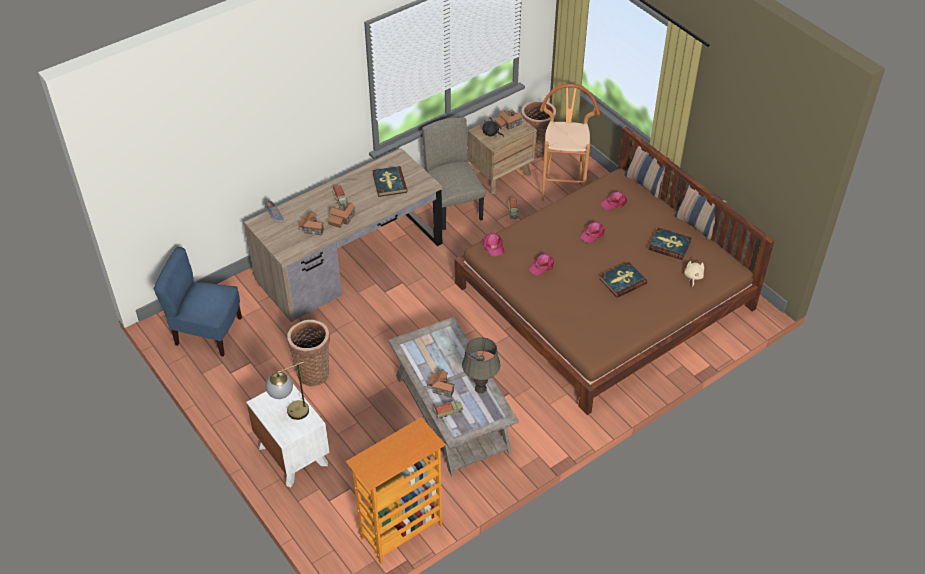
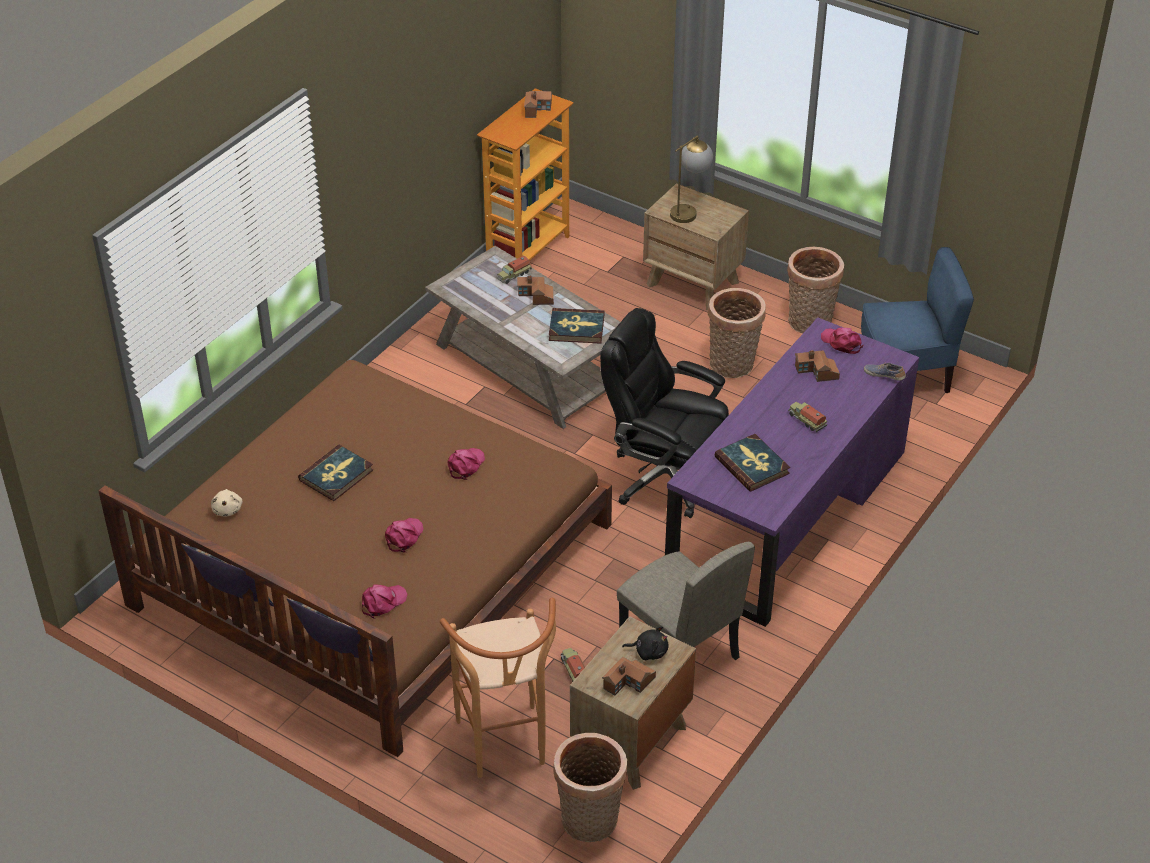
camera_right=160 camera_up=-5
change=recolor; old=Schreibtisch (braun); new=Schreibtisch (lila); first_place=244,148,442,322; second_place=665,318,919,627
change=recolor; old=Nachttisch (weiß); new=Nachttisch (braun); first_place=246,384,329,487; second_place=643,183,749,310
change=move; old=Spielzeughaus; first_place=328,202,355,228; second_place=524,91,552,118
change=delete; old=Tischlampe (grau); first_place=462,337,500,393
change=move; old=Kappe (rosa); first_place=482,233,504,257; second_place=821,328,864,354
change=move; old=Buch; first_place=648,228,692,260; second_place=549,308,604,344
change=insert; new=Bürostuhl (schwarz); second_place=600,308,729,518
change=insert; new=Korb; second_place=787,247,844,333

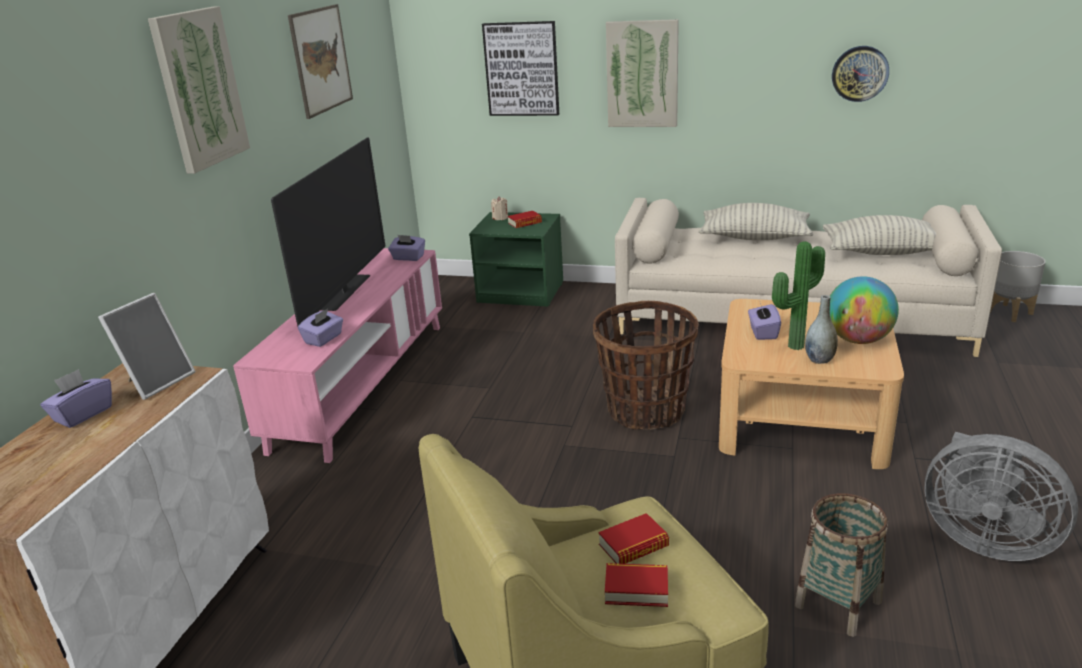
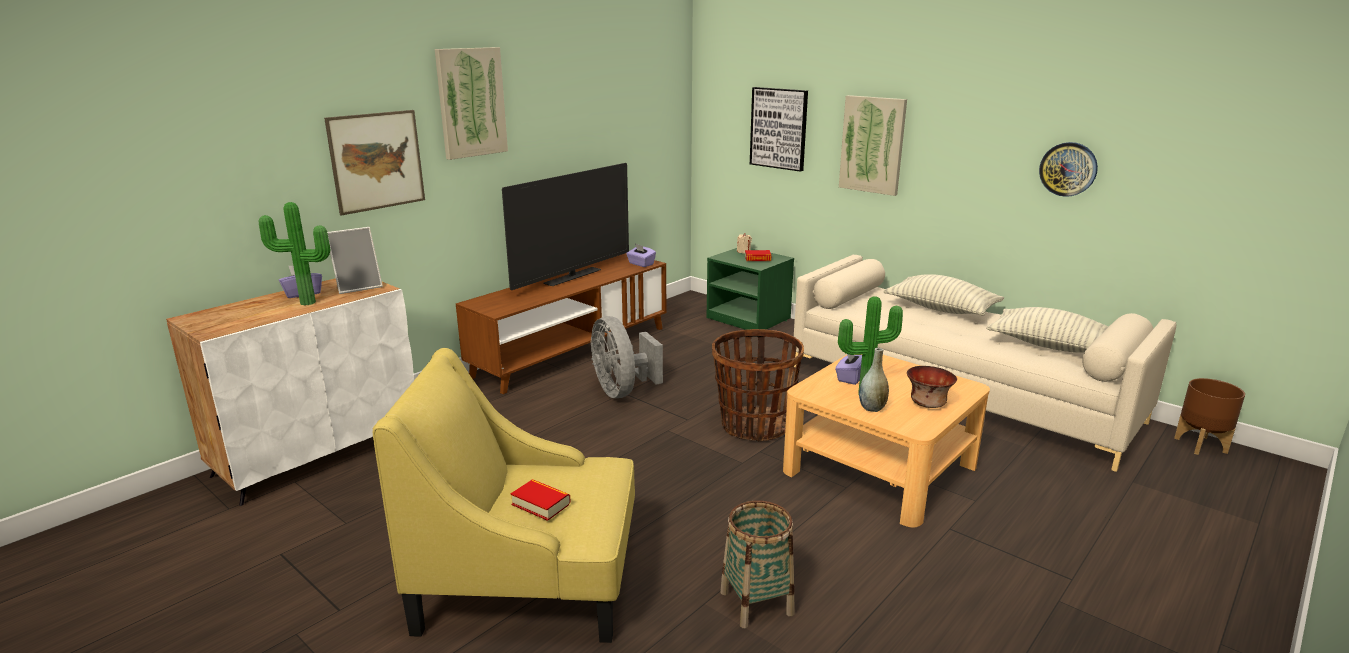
camera_right=25 camera_up=-5
change=recolor; old=Fernsehschrank (rosa); new=Fernsehschrank (braun); first_place=233,248,442,463; second_place=456,253,666,394
change=move; old=Bild; first_place=288,4,353,119; second_place=324,110,425,216
change=delete; old=Taschentuchbox (lila); first_place=298,309,343,347
change=delete; old=Buch; first_place=598,513,669,564
change=replace; old=Globus; new=Schüssel; first_place=830,276,899,344; second_place=907,366,957,408
change=move; old=Ventilator (grau); first_place=924,432,1078,561; second_place=591,316,663,398
change=recolor; old=Pflanzkübel (grau); new=Pflanzkübel (braun); first_place=990,251,1046,322; second_place=1174,378,1245,455
change=insert; new=Topfpflanze; second_place=259,202,330,305

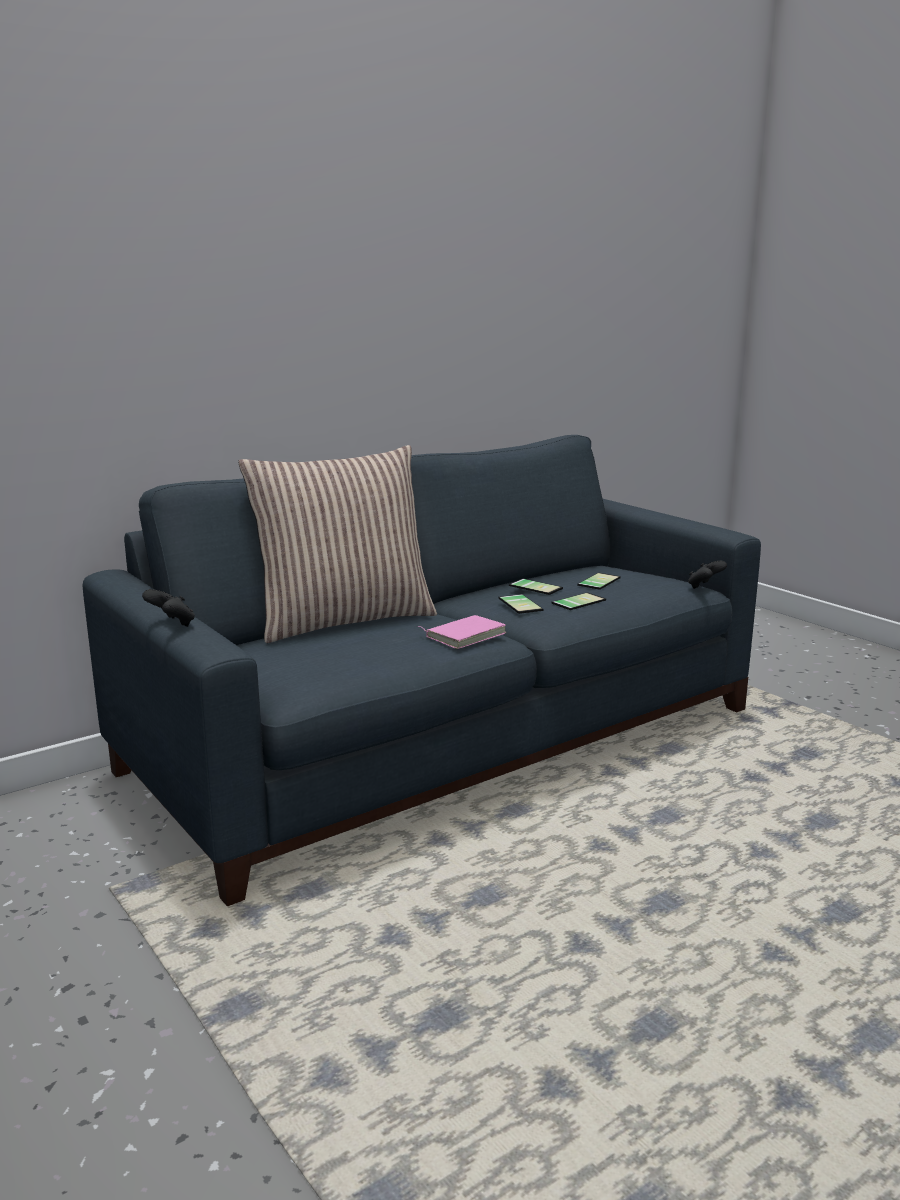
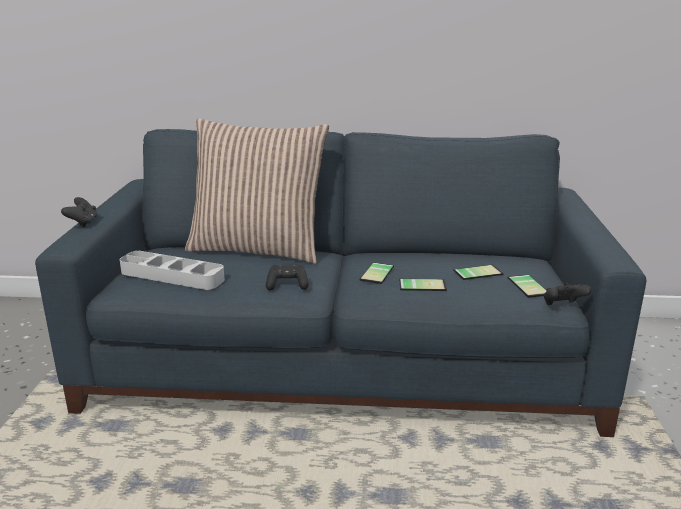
camera_right=40 camera_up=5
change=replace; old=Buch (rosa); new=Gamepad (schwarz); first_place=418,615,506,649; second_place=266,264,309,291
change=move; old=Handy; first_place=509,579,563,595; second_place=508,275,547,298
change=insert; new=Tablett (grau); second_place=120,251,225,290

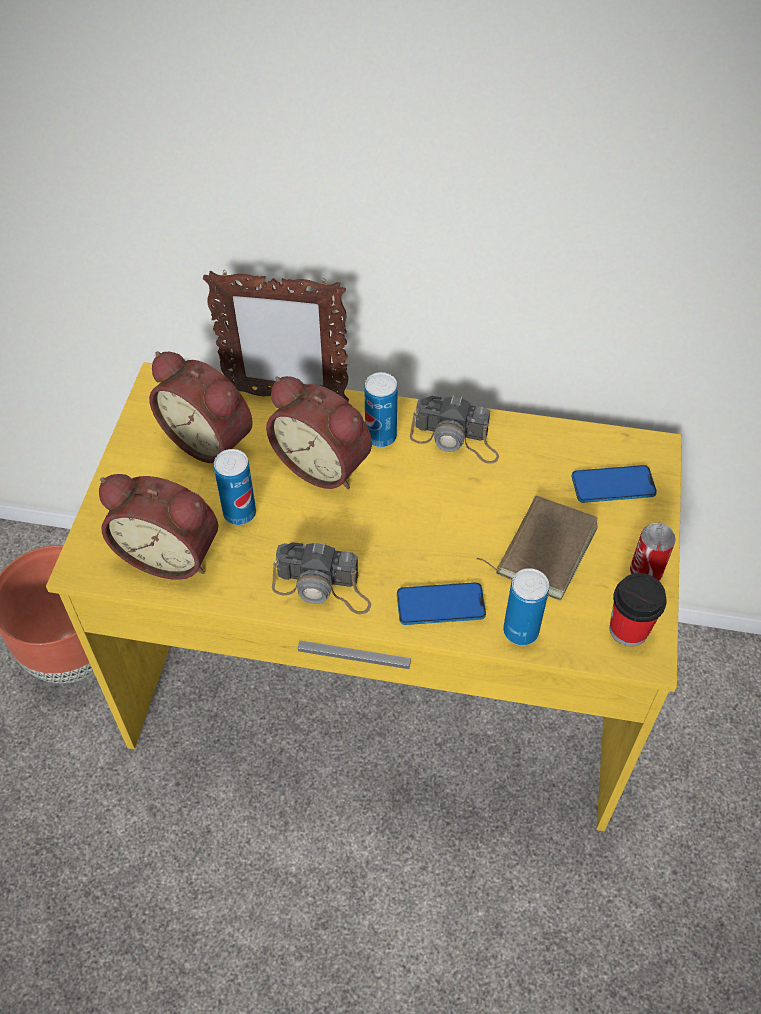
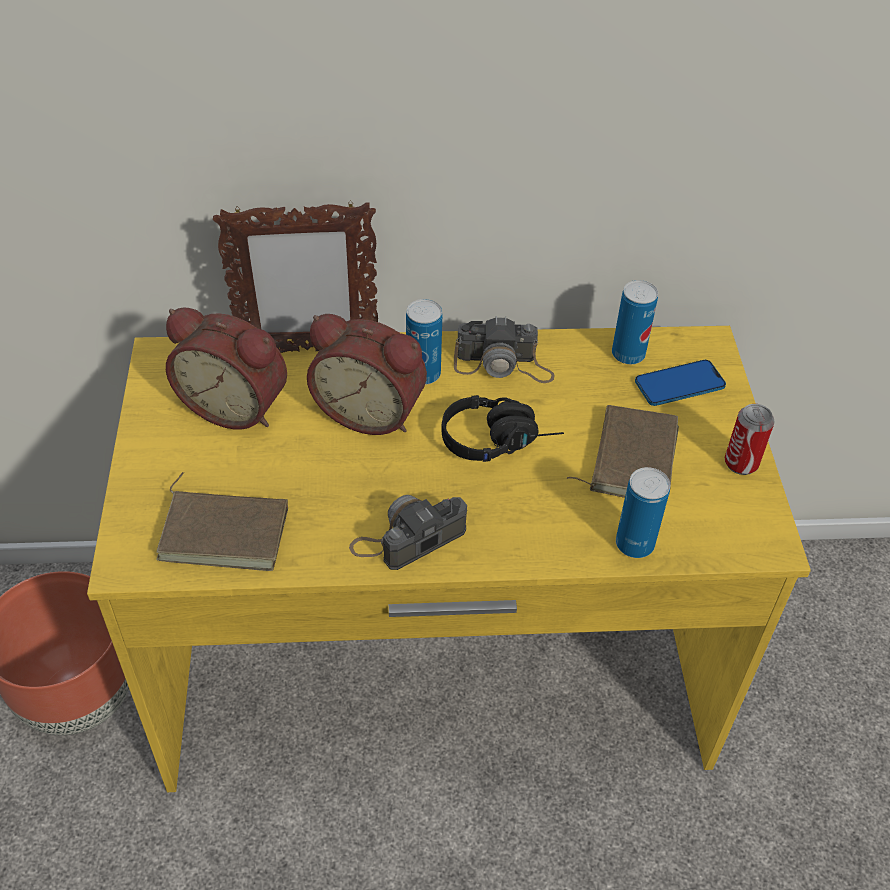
camera_right=-15 camera_up=-5
change=replace; old=Wecker; new=Buch (braun); first_place=99,474,218,580; second_place=156,472,288,571
change=move; old=Dose; first_place=214,449,256,525; second_place=612,280,658,364
change=rotate; old=Kamera; first_place=272,542,371,614; second_place=349,495,467,570; degrees=150
change=delete; old=Handy; first_place=397,582,486,625
change=delete; old=Tasse; first_place=610,573,667,647
change=insert; new=Kopfhörer (schwarz); second_place=442,395,564,462

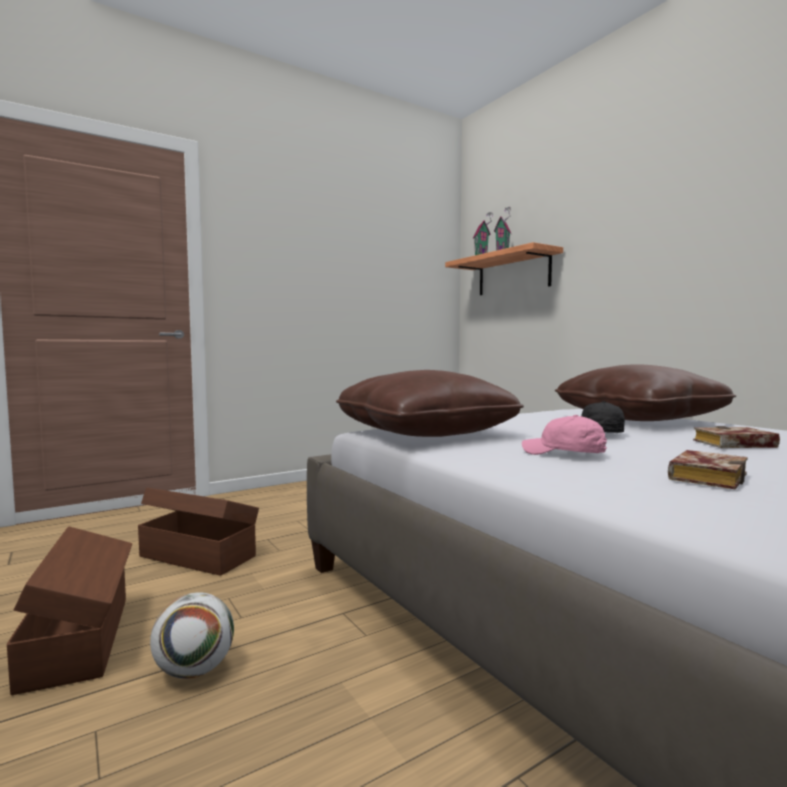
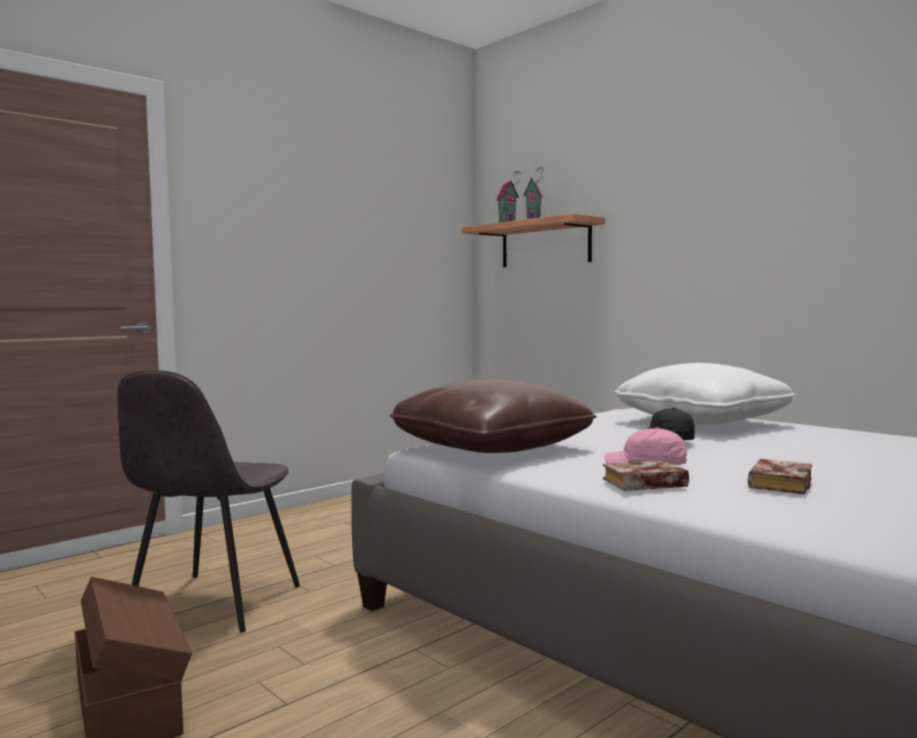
camera_right=-10 camera_up=0
change=replace; old=Aufbewahrungsbox (braun); new=Stuhl (grau); first_place=138,488,259,576; second_place=117,370,300,633
change=delete; old=Fußball; first_place=150,592,234,679
change=recolor; old=Kissen (braun); new=Kissen (weiß); first_place=555,364,736,421; second_place=614,363,795,425
change=move; old=Buch; first_place=693,426,780,448; second_place=603,460,689,491

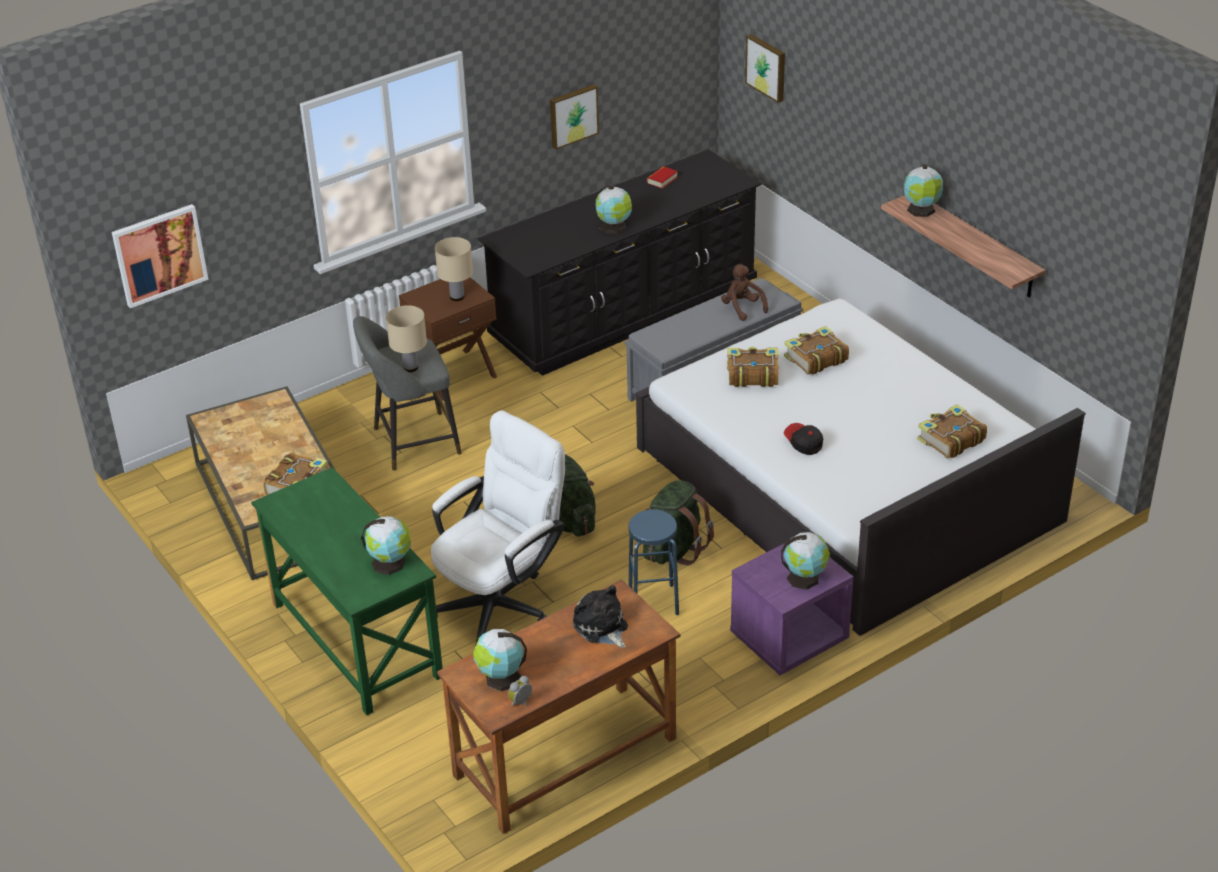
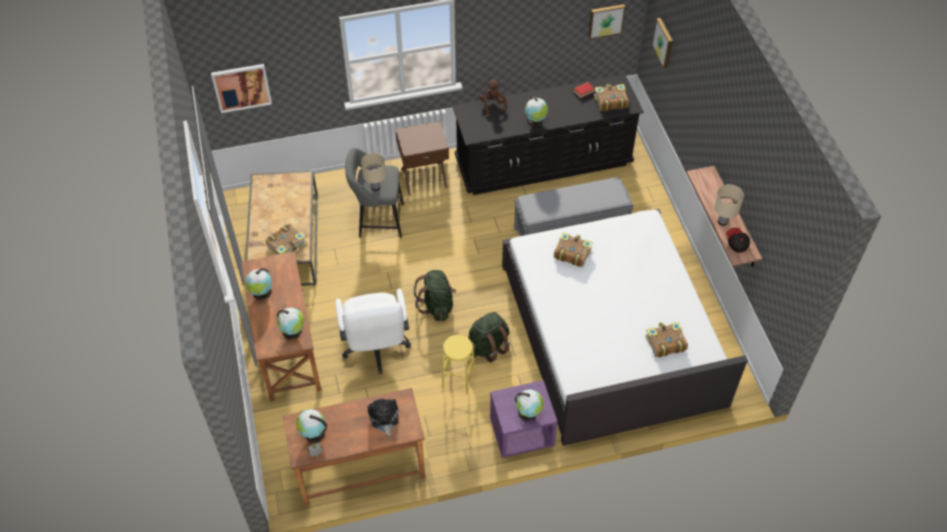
camera_right=20 camera_up=15
change=recolor; old=Schreibtisch (grün); new=Schreibtisch (braun); first_place=251,467,443,715; second_place=241,251,321,401
change=rotate; old=Bürostuhl (weiß); first_place=431,410,565,647; second_place=335,289,411,374; degrees=105
change=move; old=Tischlampe (beige); first_place=435,237,473,301; second_place=714,184,744,226
change=move; old=Bild; first_place=550,84,599,149; second_place=588,4,626,39
change=recolor; old=Hocker (blau); new=Hocker (gelb); first_place=628,510,679,616; second_place=442,335,475,394
change=move; old=Plüschtier (braun); first_place=721,264,768,321; second_place=480,79,507,115
change=move; old=Buch; first_place=784,326,849,375; second_place=594,84,629,111
change=move; old=Kappe; first_place=784,423,823,455; second_place=726,228,750,253
change=move; old=Globus; first_place=904,164,943,217; second_place=245,268,272,300

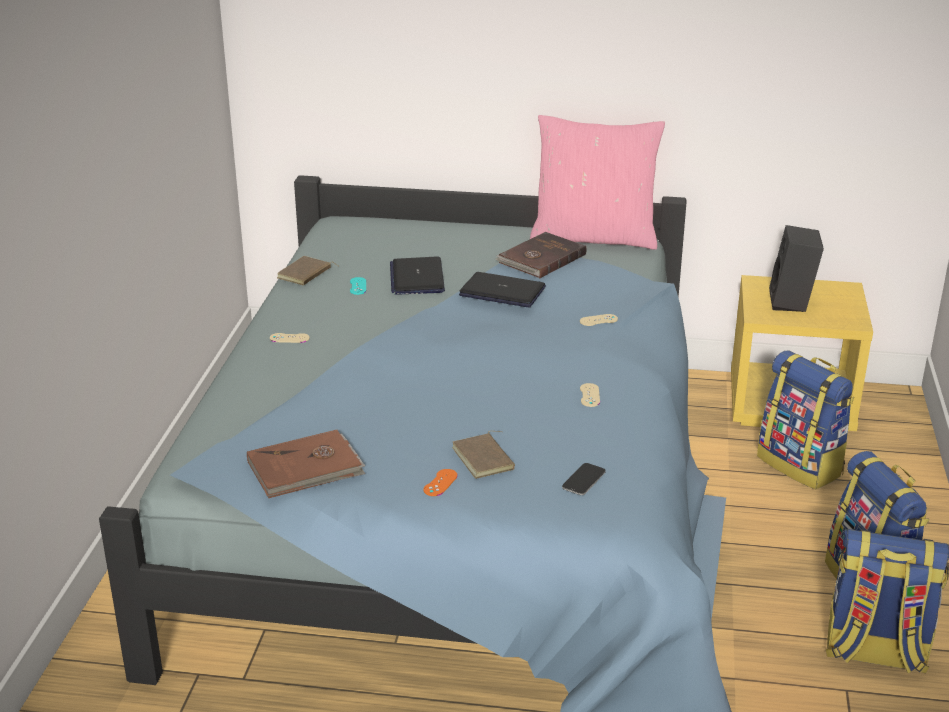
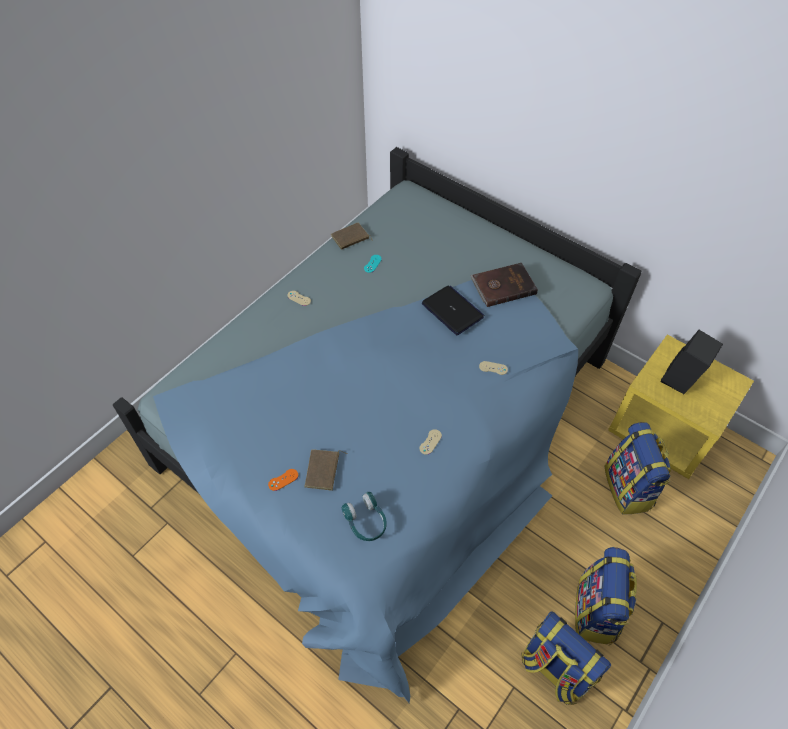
camera_right=30 camera_up=25
change=delete; old=Buch (braun); first_place=247,430,365,498
change=delete; old=Laptop; first_place=390,257,445,295
change=delete; old=Kissen (rosa); first_place=530,115,665,250
change=replace; old=Handy; new=Kopfhörer (türkis); first_place=562,463,606,495; second_place=342,492,387,541

